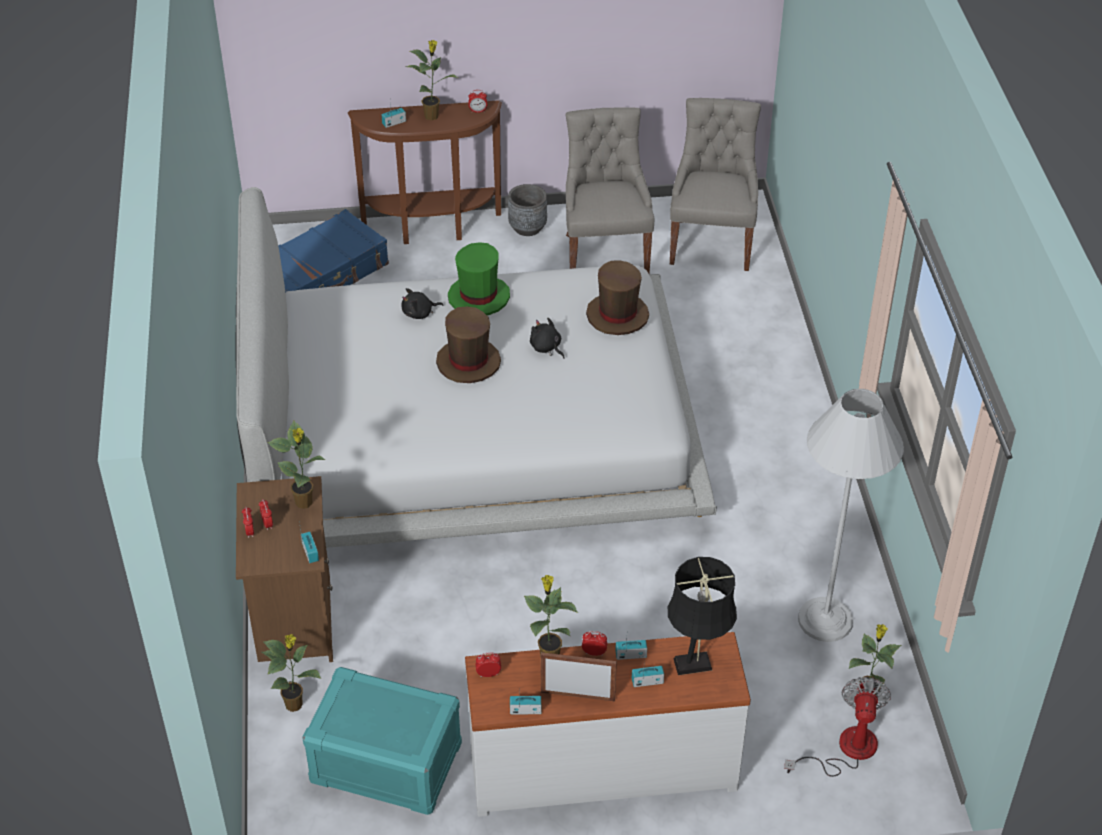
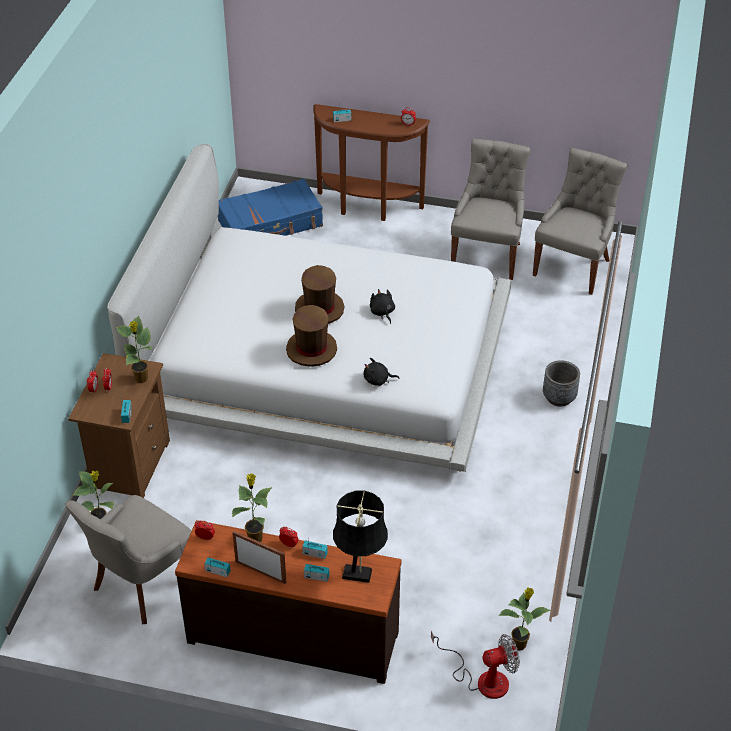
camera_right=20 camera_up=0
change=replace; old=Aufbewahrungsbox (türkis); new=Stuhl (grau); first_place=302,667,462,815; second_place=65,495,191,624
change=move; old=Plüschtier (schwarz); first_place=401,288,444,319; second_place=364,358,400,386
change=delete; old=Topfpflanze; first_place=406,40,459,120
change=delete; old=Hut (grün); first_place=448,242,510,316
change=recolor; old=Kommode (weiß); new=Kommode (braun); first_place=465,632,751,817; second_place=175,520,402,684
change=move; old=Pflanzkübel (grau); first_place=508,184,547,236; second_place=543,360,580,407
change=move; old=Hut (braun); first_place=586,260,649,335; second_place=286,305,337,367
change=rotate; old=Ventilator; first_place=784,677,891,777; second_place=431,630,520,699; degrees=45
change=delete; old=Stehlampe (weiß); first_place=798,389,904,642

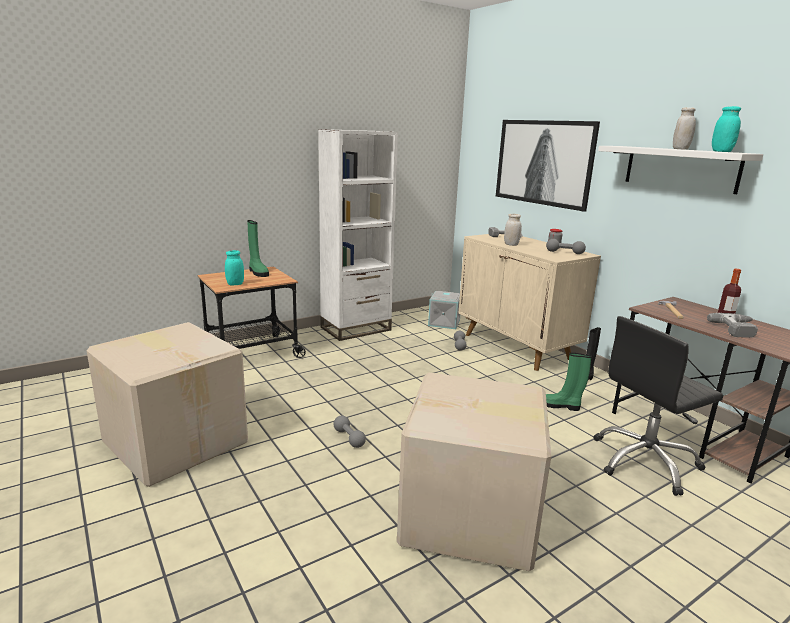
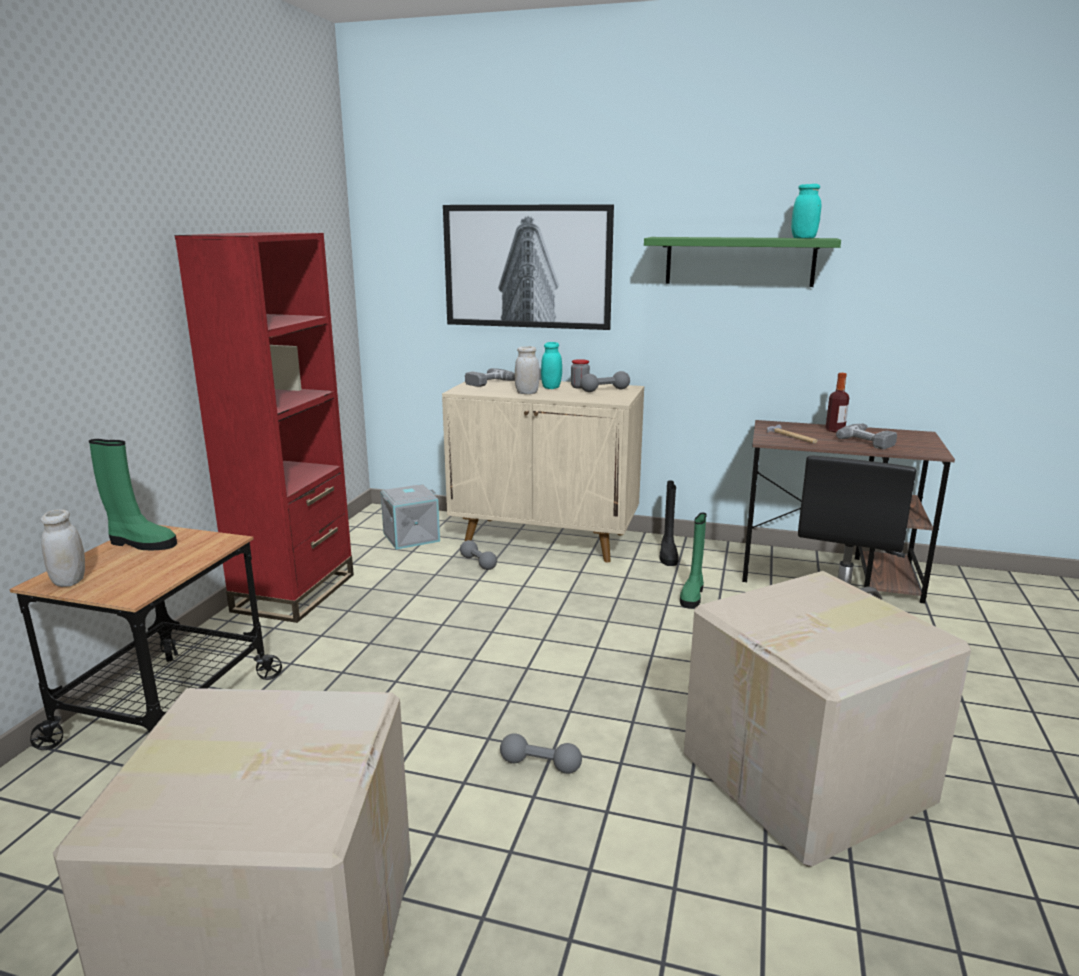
camera_right=-40 camera_up=0
change=move; old=Vorratsglas (türkis); first_place=225,250,244,285; second_place=541,342,562,389
change=recolor; old=Bücherregal (weiß); new=Bücherregal (rot); first_place=318,129,398,341; second_place=175,232,354,623
change=rotate; old=Stiefel (grün); first_place=546,353,592,411; second_place=680,512,707,608; degrees=-45
change=recolor; old=Wandregal (weiß); new=Wandregal (grün); first_place=598,146,763,194; second_place=644,237,841,287
change=move; old=Vorratsglas (weiß); first_place=673,107,696,149; second_place=41,509,85,587

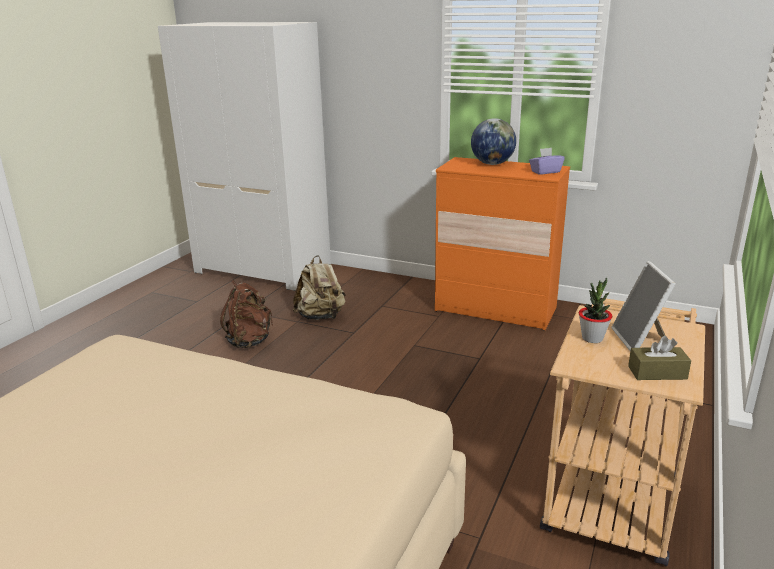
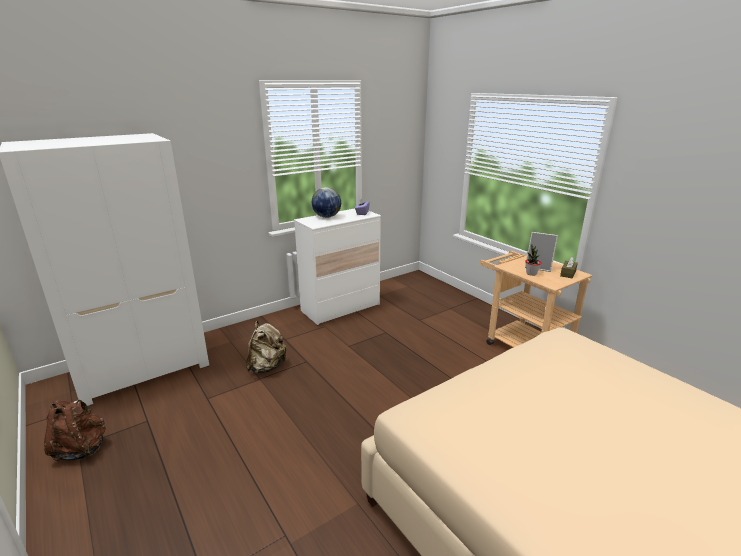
camera_right=-60 camera_up=0
change=move; old=Rucksack (braun); first_place=220,280,273,348; second_place=44,400,106,461
change=recolor; old=Kommode (orange); new=Kommode (weiß); first_place=435,157,570,331; second_place=294,209,381,325

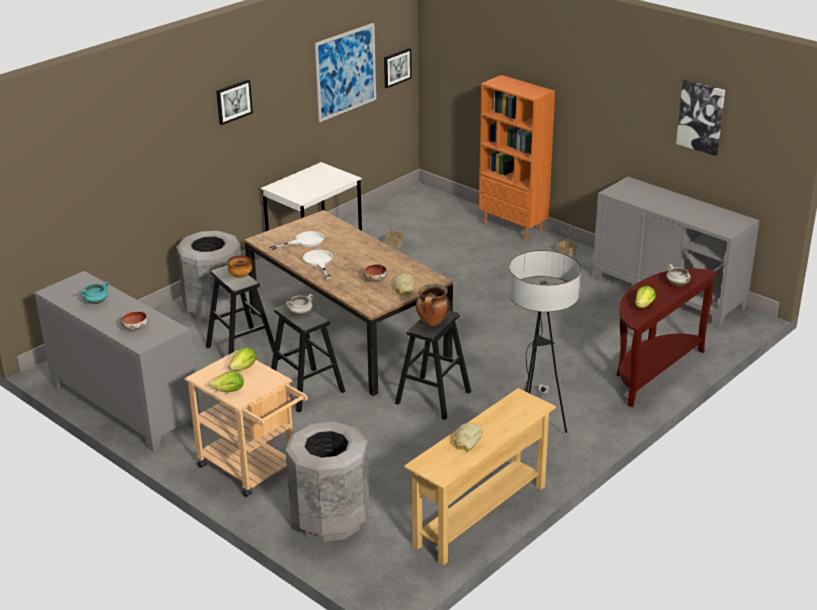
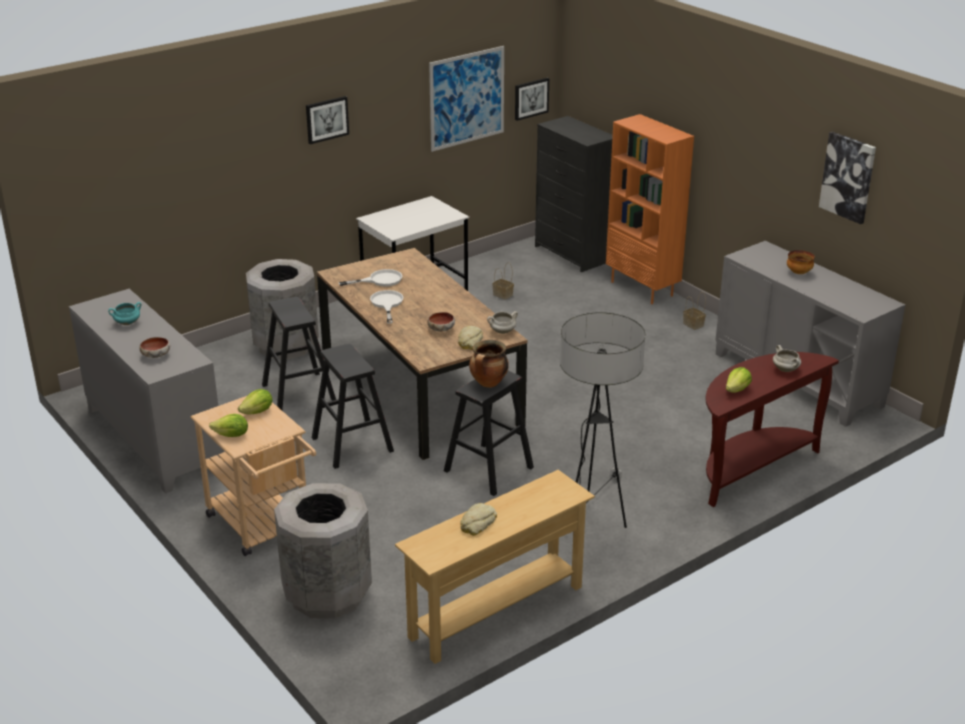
camera_right=10 camera_up=0
change=move; old=Schüssel; first_place=227,255,252,278; second_place=787,250,815,274
change=move; old=Kochtopf (weiß); first_place=286,294,313,316; second_place=487,311,518,334
change=insert; new=Kommode (schwarz); second_place=535,116,613,272

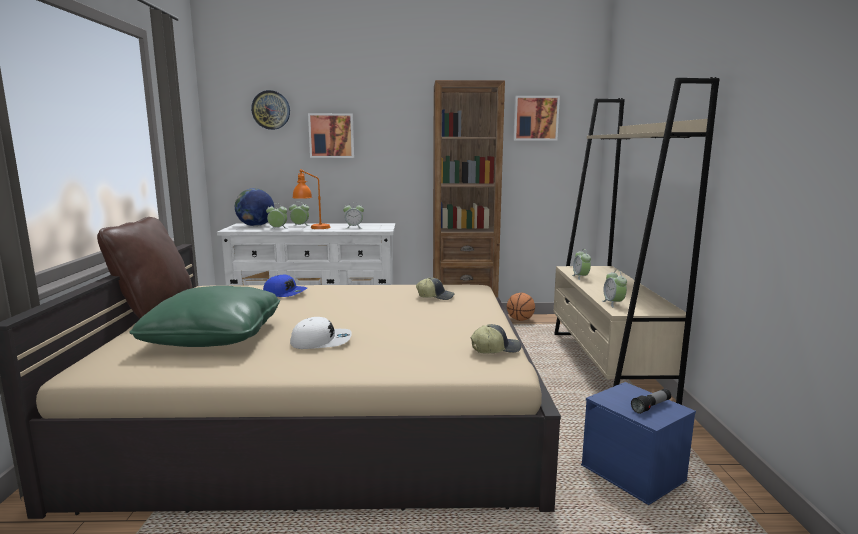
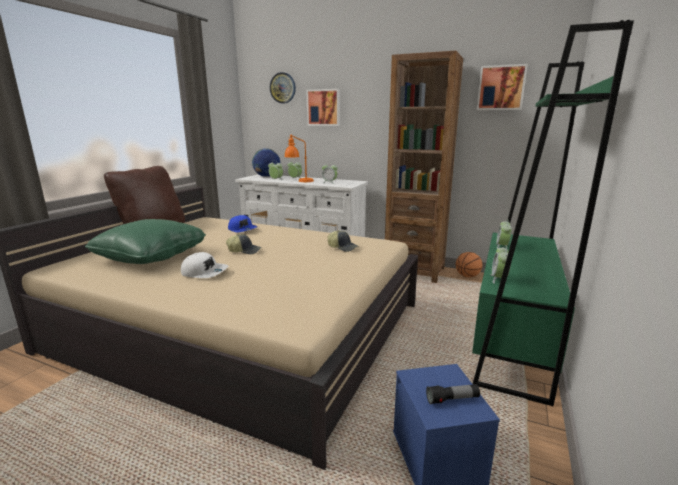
camera_right=25 camera_up=5
change=move; old=Kappe; first_place=471,324,521,354; second_place=226,234,262,254
change=recolor; old=Bücherregal (beige); new=Bücherregal (grün); first_place=553,77,720,405; second_place=472,20,634,406

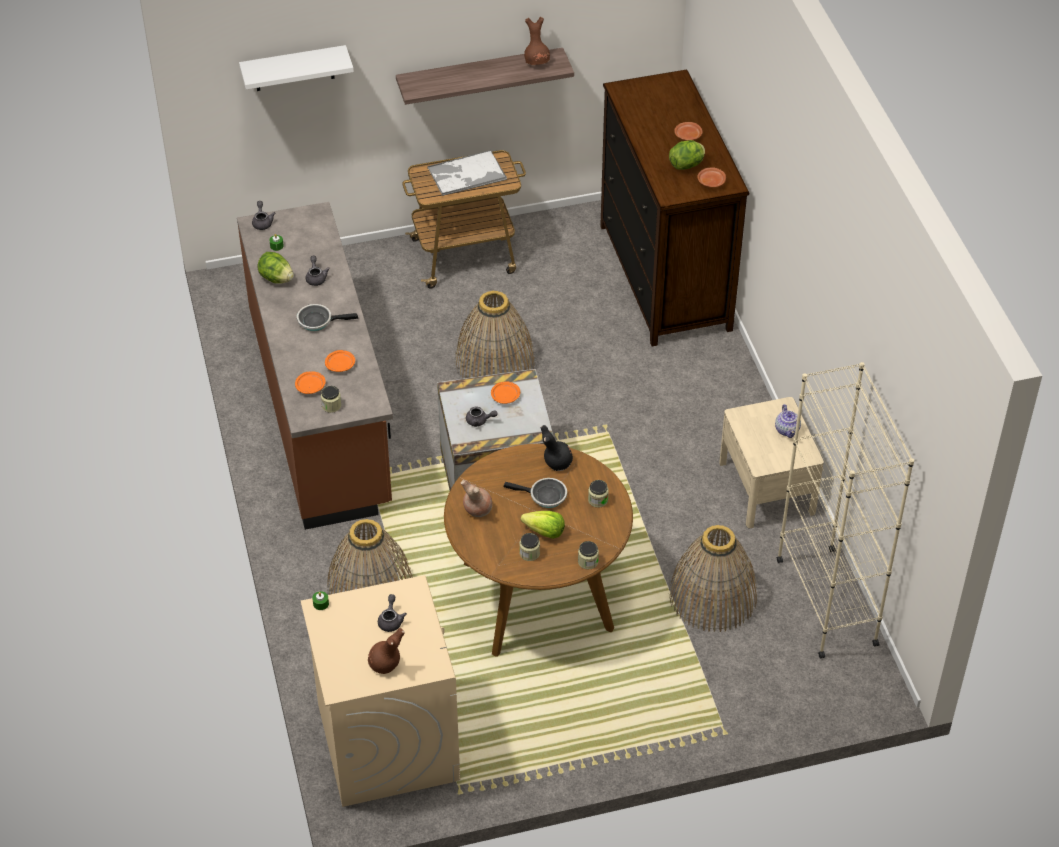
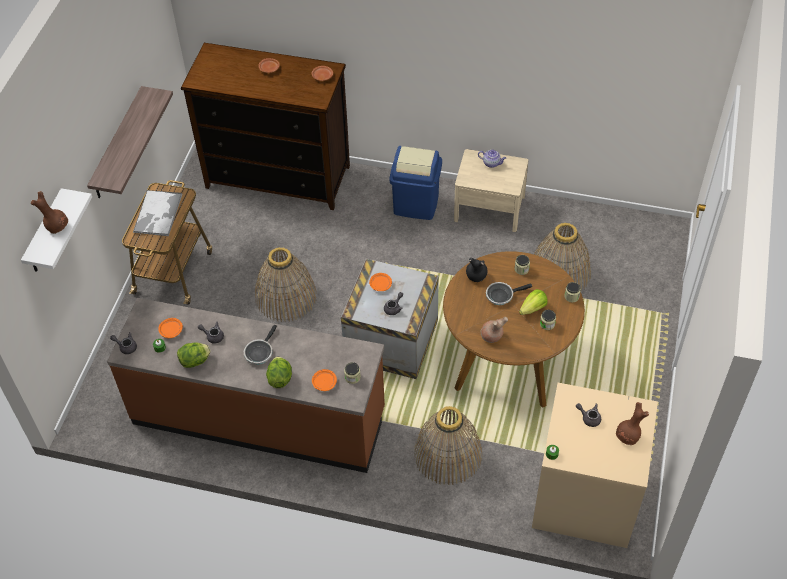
camera_right=-60 camera_up=5
change=move; old=Teller (orange); first_place=325,350,355,372; second_place=158,318,183,338
change=rotate; old=Pfanne; first_place=504,478,567,508; second_place=486,282,532,305; degrees=-150
change=move; old=Vase (braun); first_place=524,17,550,65; second_place=31,191,68,234
change=move; old=Salatkopf; first_place=669,140,705,170; second_place=266,357,292,388
change=delete; old=Bücherregal (beige); first_place=777,362,914,659
change=insert; new=Mülleimer (blau); second_place=390,146,442,220

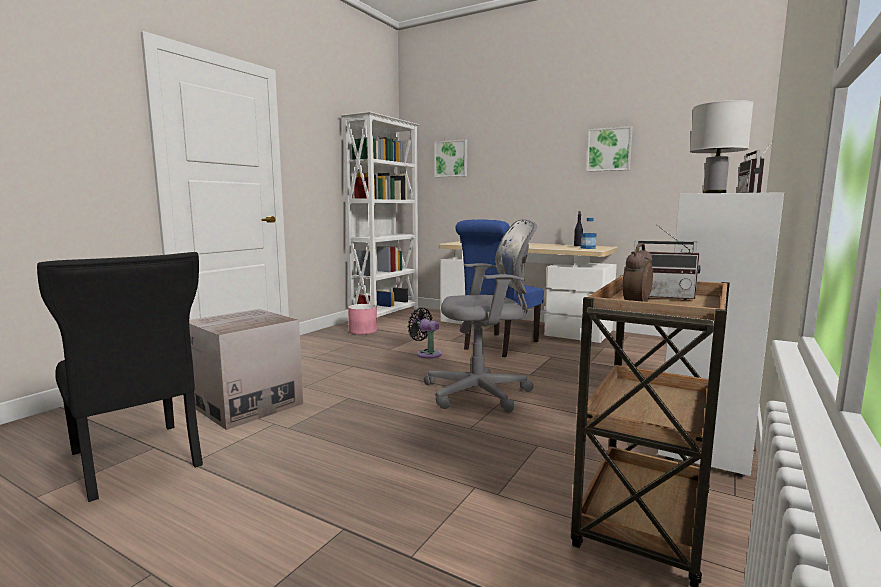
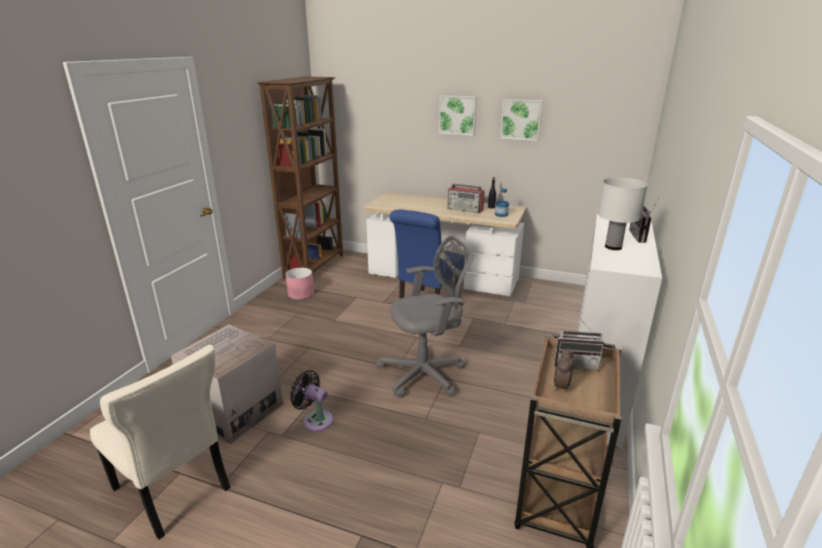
camera_right=-10 camera_up=15
change=recolor; old=Stuhl (schwarz); new=Stuhl (beige); first_place=37,252,203,502; second_place=90,345,231,539
change=recolor; old=Bücherregal (weiß); new=Bücherregal (braun); first_place=340,112,420,317; second_place=257,76,343,279
change=move; old=Ventilator (schwarz); first_place=408,308,442,359; second_place=290,370,333,431
change=move; old=Bild; first_place=435,139,467,177; second_place=439,95,477,136
change=insert; new=Radio; second_place=448,184,485,213

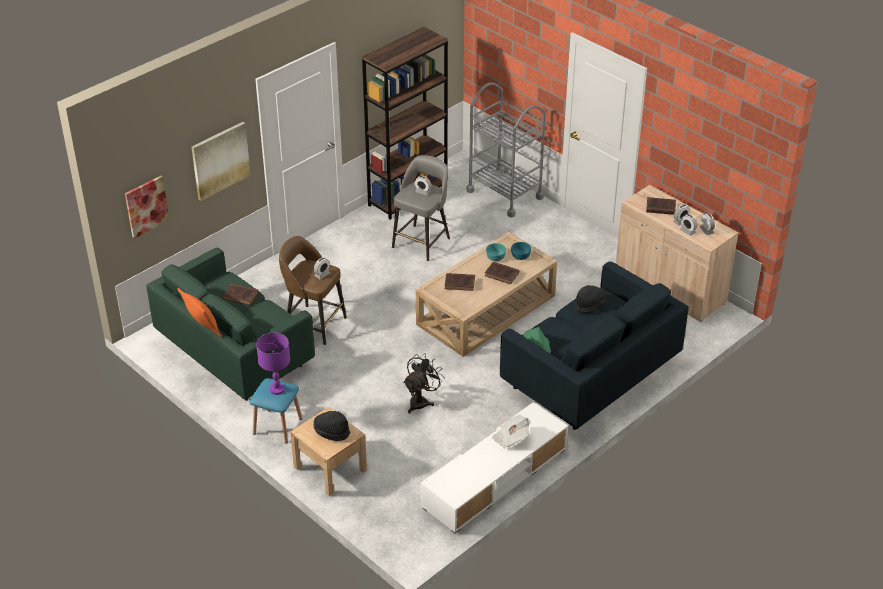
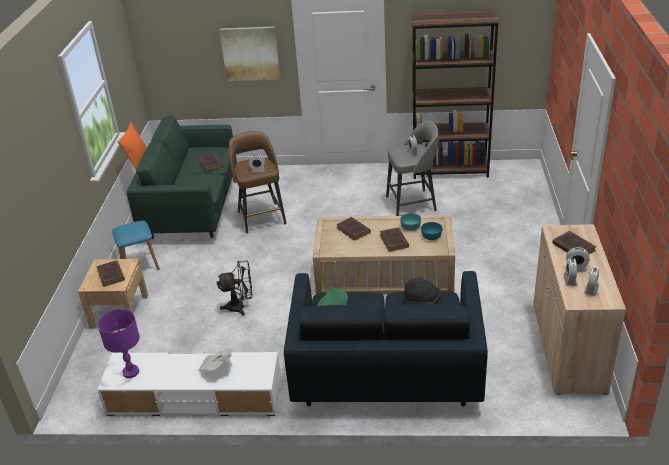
camera_right=50 camera_up=-5
change=delete; old=Bild; first_place=125,176,169,239
change=move; old=Tischlampe (lila); first_place=256,332,290,395; second_place=98,309,140,378
change=replace; old=Hut (schwarz); new=Buch (braun); first_place=314,411,350,441; second_place=96,260,125,287
change=delete; old=Rollwagen (grau); first_place=466,82,546,218

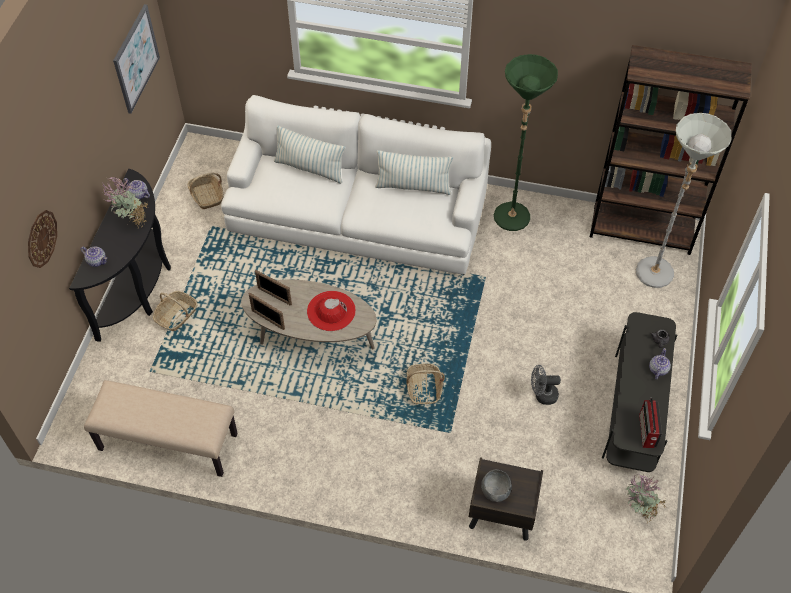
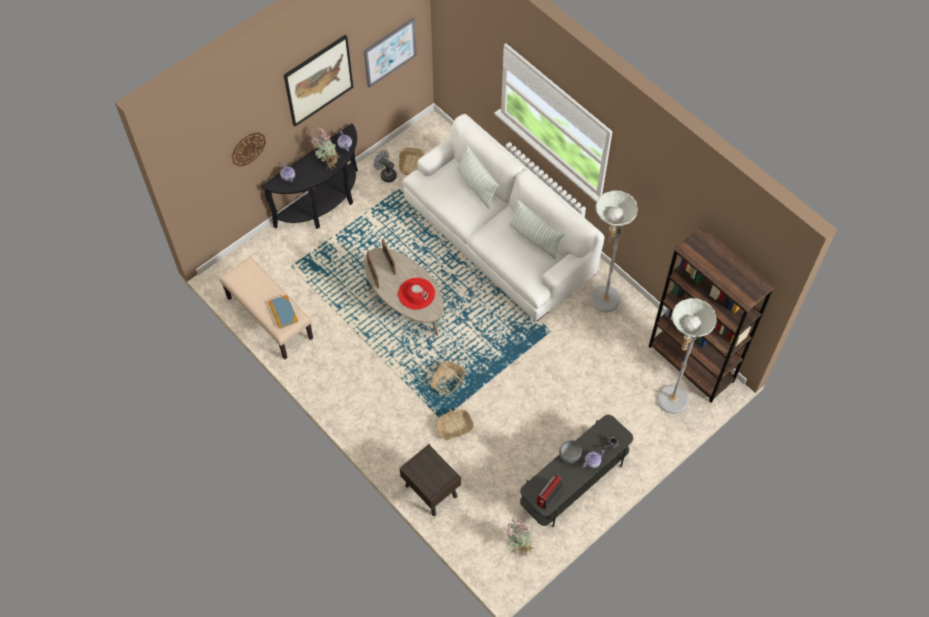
camera_right=35 camera_up=5
change=move; old=Korb; first_place=153,291,198,331; second_place=436,408,474,440
change=move; old=Schüssel (grau); first_place=481,470,512,502; second_place=559,440,582,463
change=recolor; old=Stehlampe (grün); new=Stehlampe (grau); first_place=494,54,558,231; second_place=590,190,638,313
change=move; old=Ventilator (grau); first_place=531,365,561,405; second_place=374,150,397,183
change=insert; new=Buch; second_place=268,295,298,329
change=insert; new=Bild; second_place=284,35,353,127

